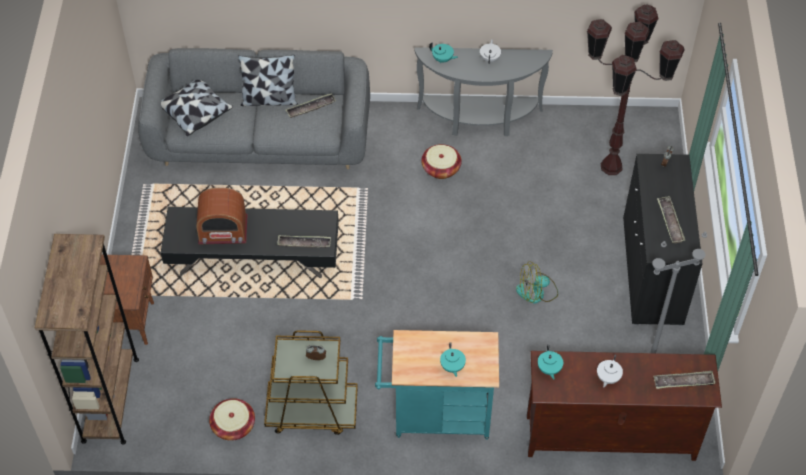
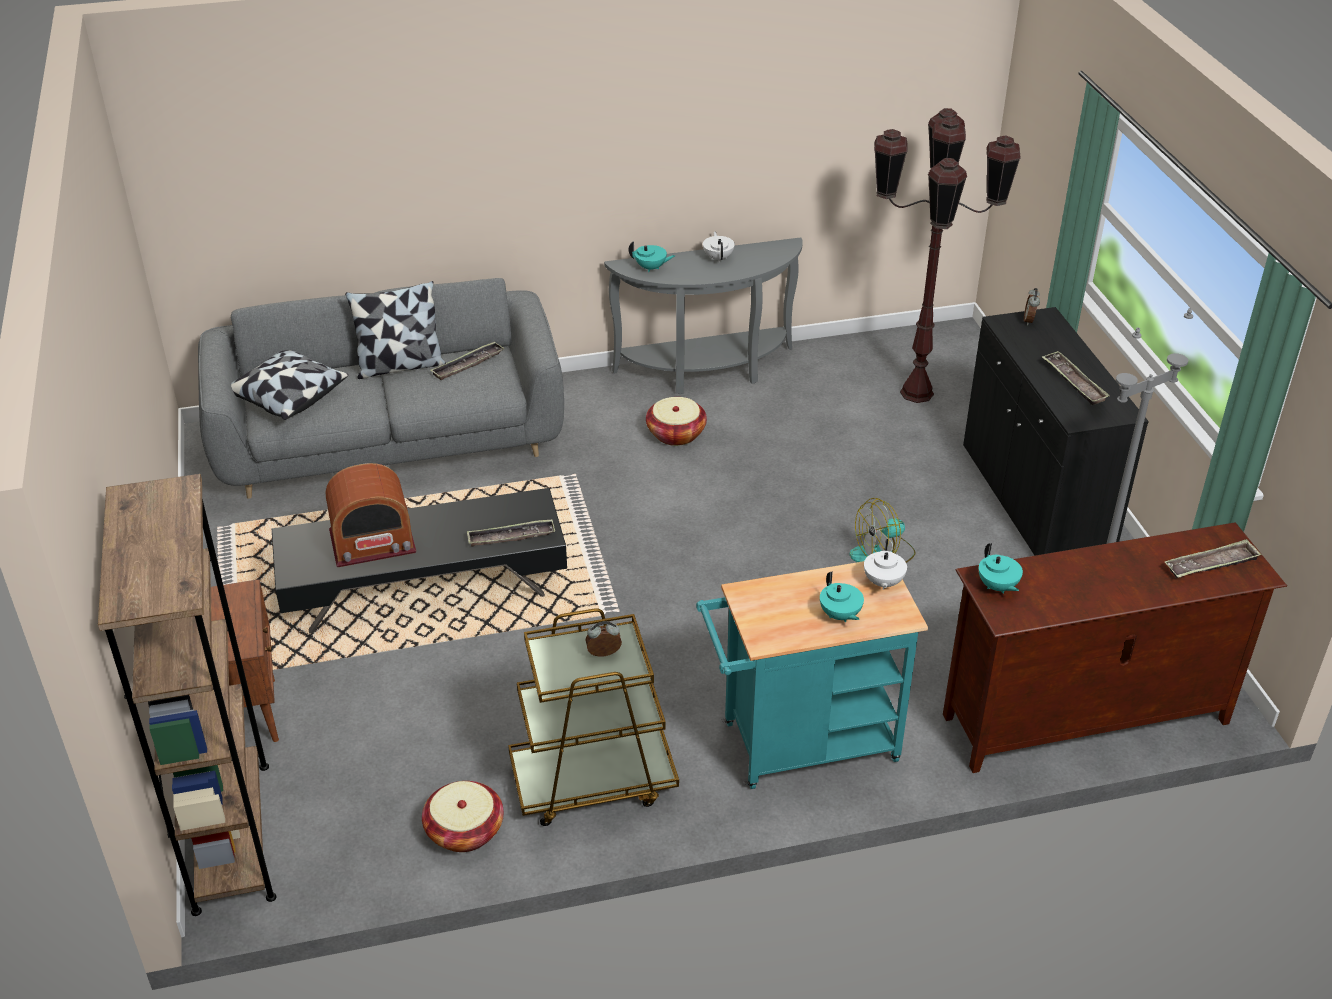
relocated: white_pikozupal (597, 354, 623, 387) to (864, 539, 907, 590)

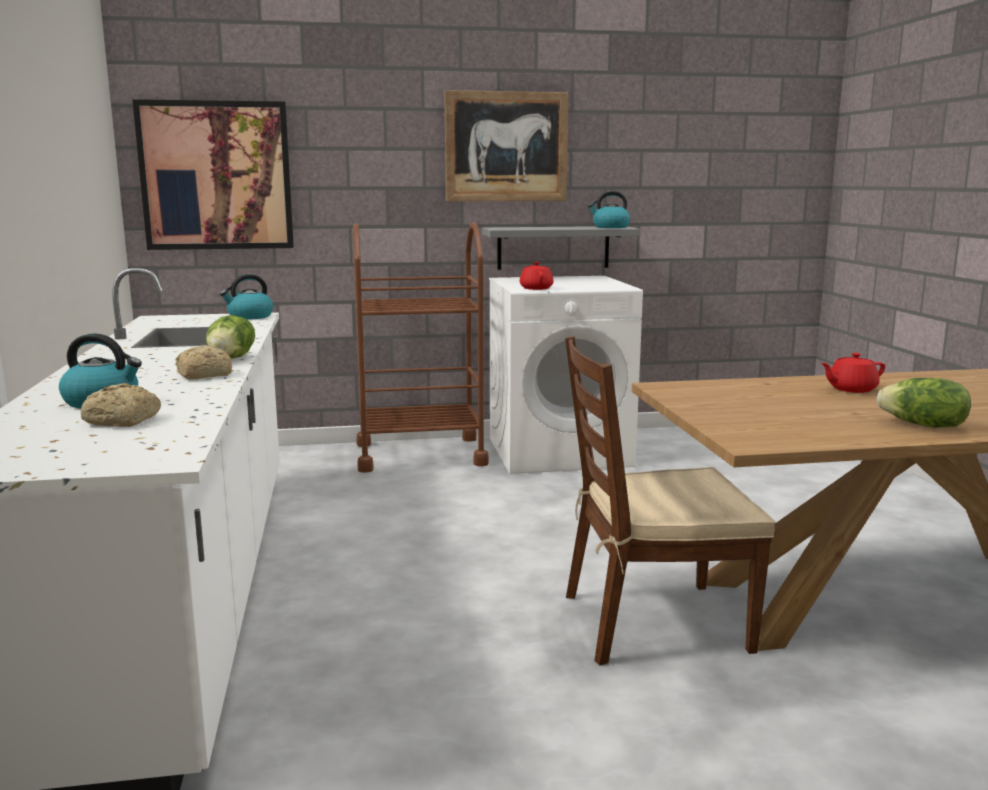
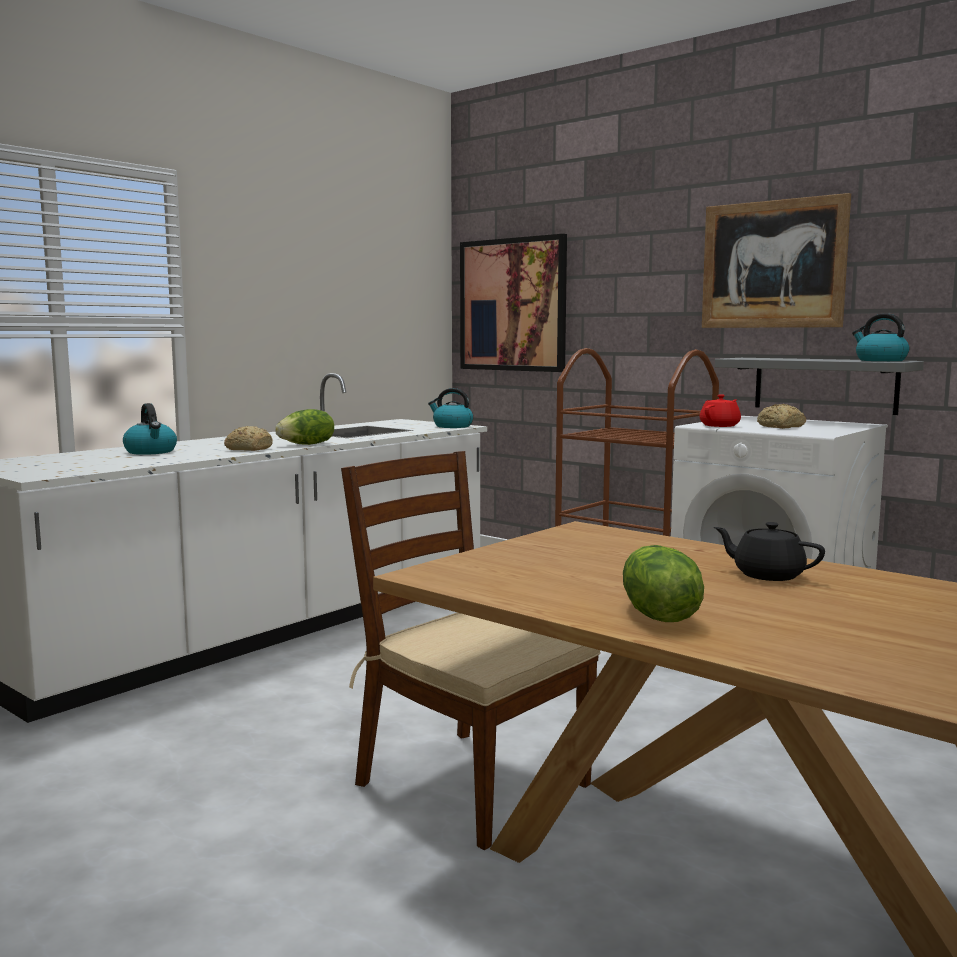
relocated: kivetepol (81, 383, 161, 427) to (757, 404, 806, 429)
colour: red_pikozupal (821, 353, 885, 393) to black_pikozupal (714, 522, 825, 581)

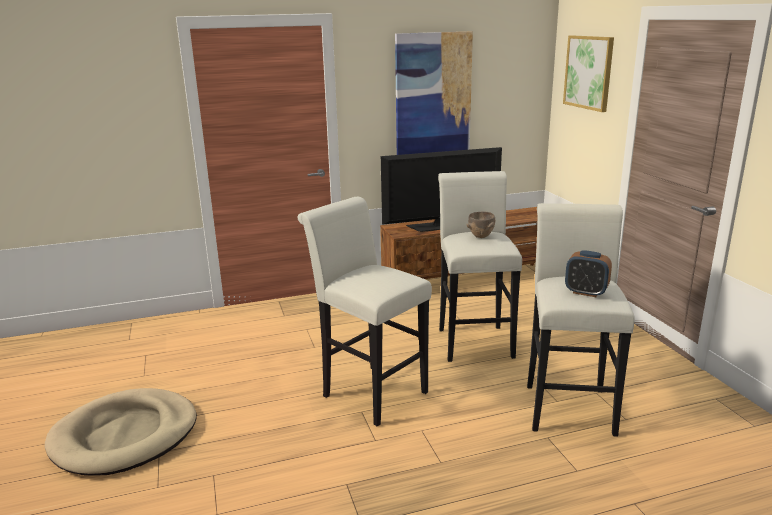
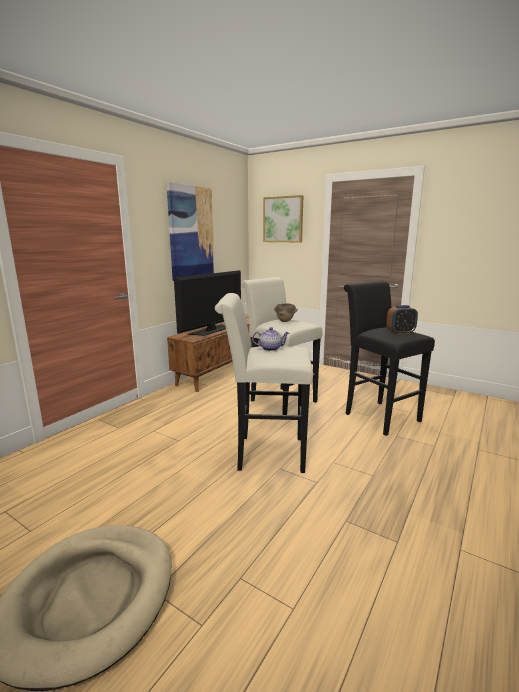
appeared: pikozupal (252, 327, 289, 351)
colour: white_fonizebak (527, 203, 635, 437) to black_fonizebak (344, 281, 435, 436)

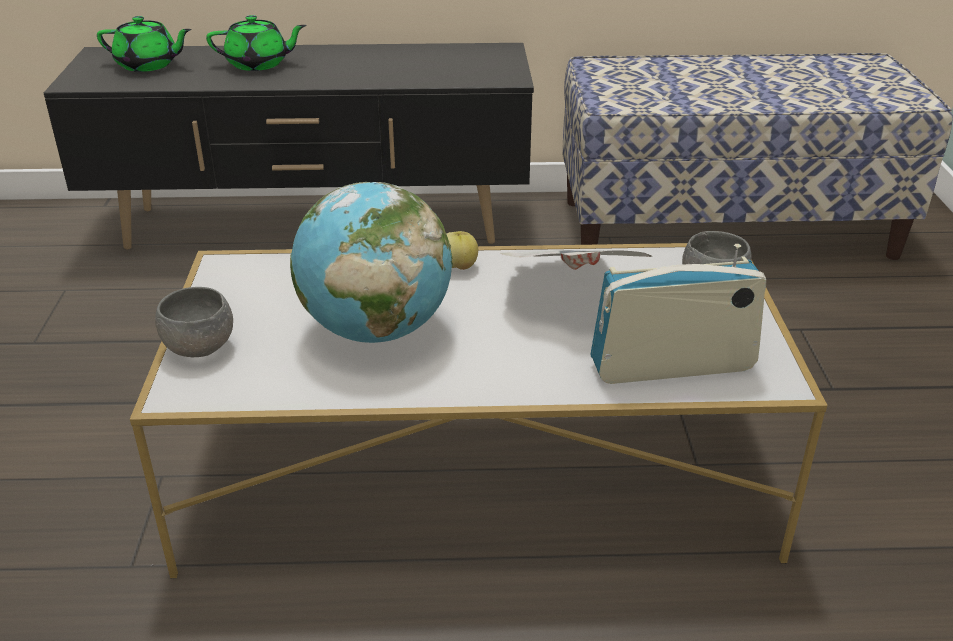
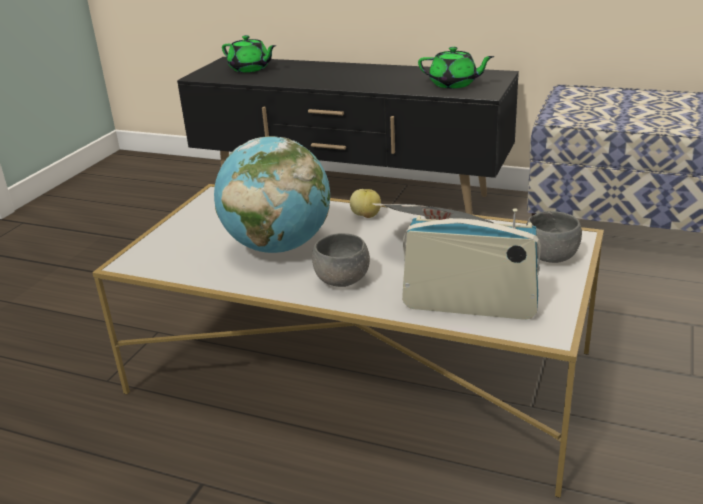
relocated: green_pikozupal (206, 15, 306, 71) to (418, 47, 494, 88); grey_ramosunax (155, 287, 233, 357) to (312, 233, 370, 287)

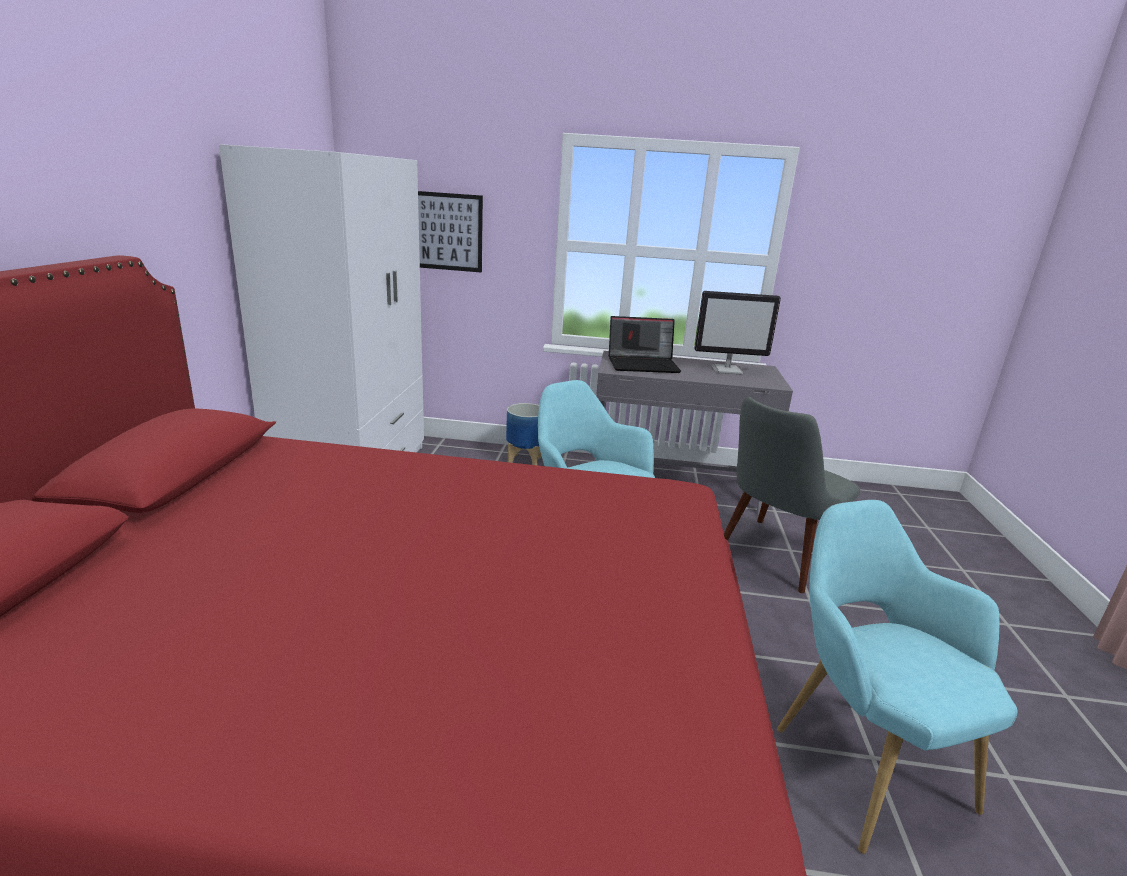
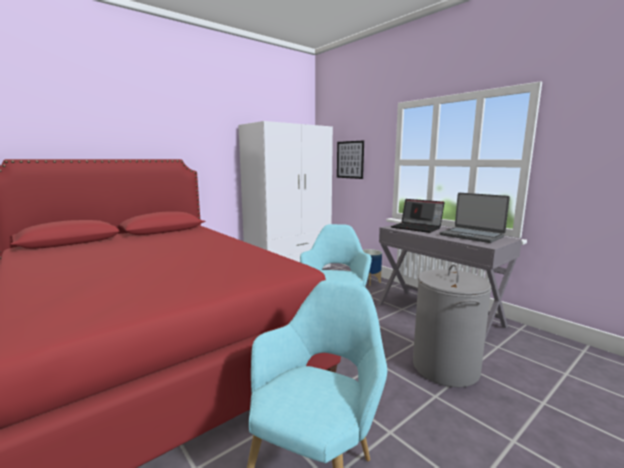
exchanged: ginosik (694, 291, 781, 375) to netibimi (440, 193, 510, 243); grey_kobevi (724, 397, 860, 593) to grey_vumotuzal (413, 264, 492, 387)

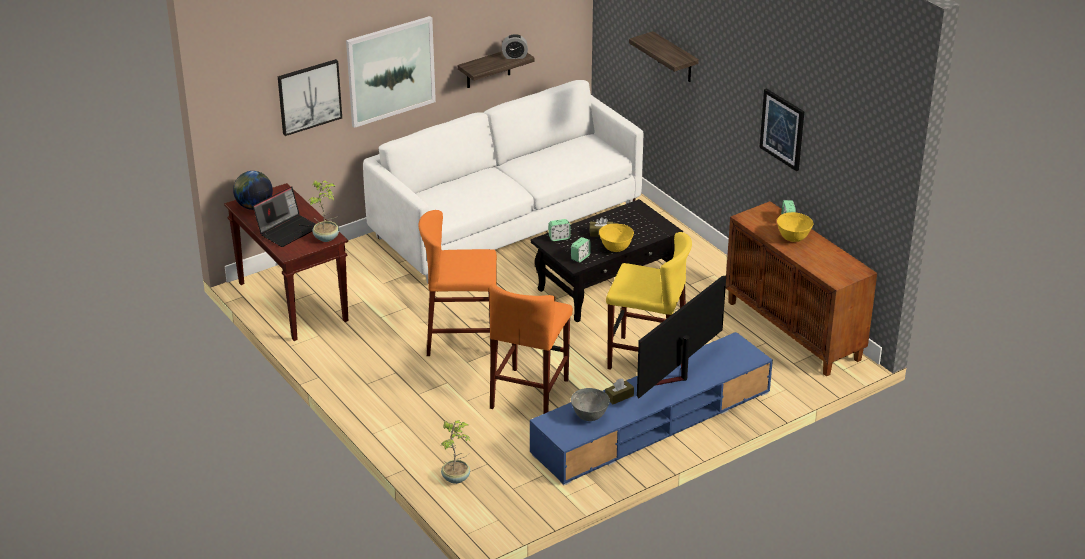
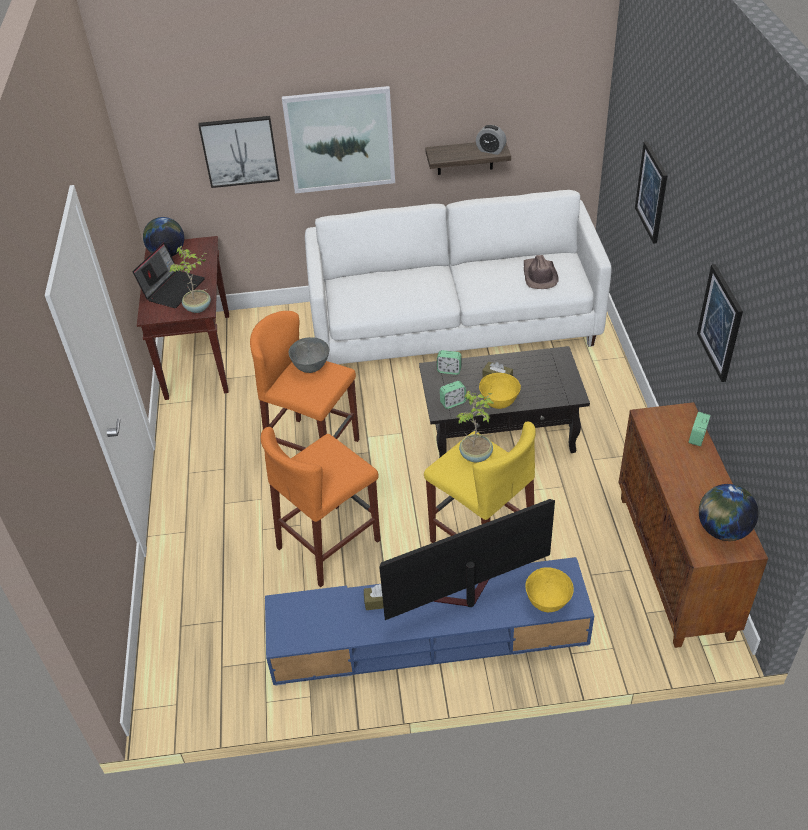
appeared: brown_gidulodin (524, 255, 558, 289); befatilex (699, 484, 759, 541)
relocated: yellow_ramosunax (777, 212, 813, 242) to (525, 567, 574, 612); grey_ramosunax (571, 388, 610, 421) to (289, 337, 329, 373); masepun (441, 420, 471, 484) to (456, 390, 495, 462)
exchanged: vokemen (629, 31, 699, 82) to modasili (635, 141, 668, 244)
spun: netibimi (253, 186, 316, 247) = (133, 243, 205, 308) 45 degrees counterclockwise

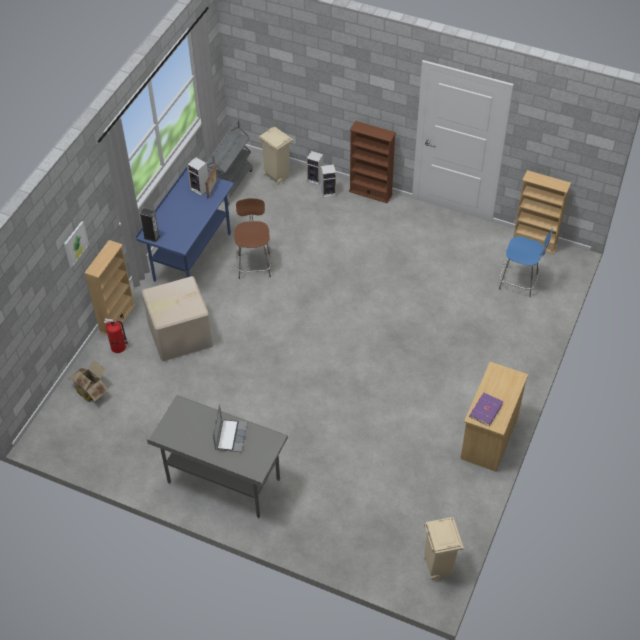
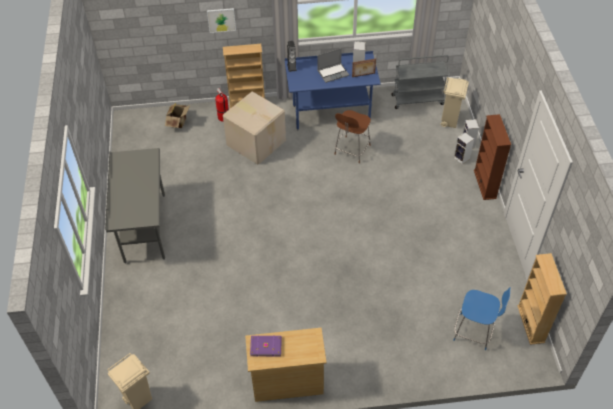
relocated: netibimi (213, 404, 247, 452) to (317, 48, 349, 83)
spun: brown_kobevi (234, 198, 271, 279) = (335, 110, 371, 163) 150 degrees clockwise; blue_kobevi (499, 229, 552, 297) = (453, 287, 511, 350) 60 degrees counterclockwise

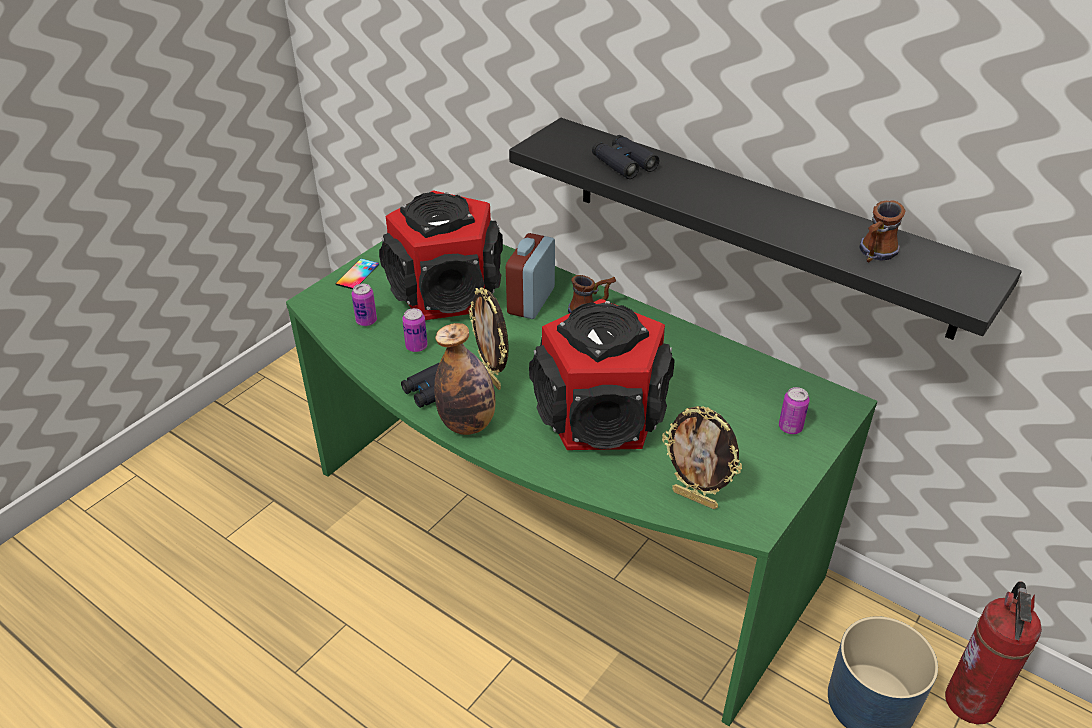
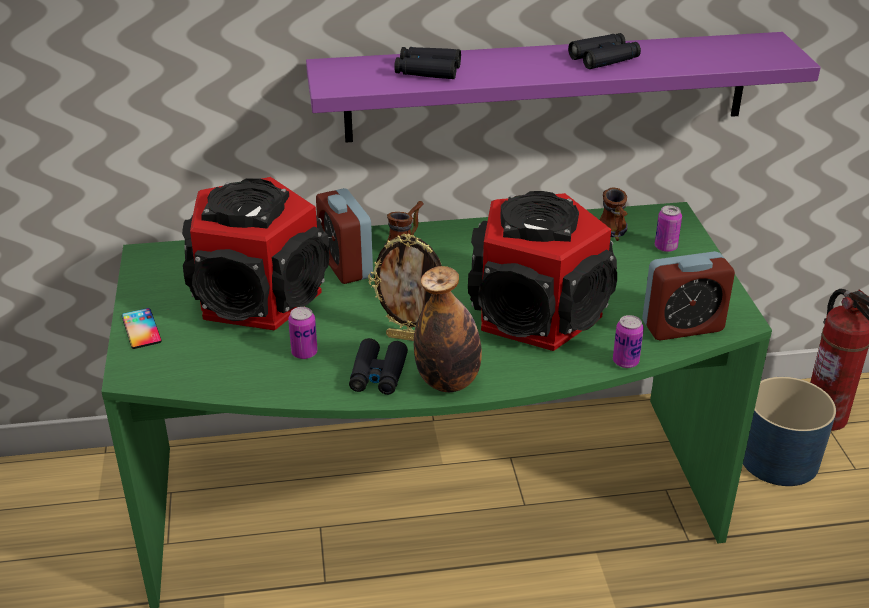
appeared: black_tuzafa (568, 33, 641, 69)
relocated: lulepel (860, 200, 906, 262) to (599, 187, 628, 241); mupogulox (351, 283, 377, 326) to (613, 315, 644, 368)
exchanged: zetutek (662, 406, 742, 509) to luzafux (642, 251, 735, 340)
colour: black_vokemen (509, 118, 1022, 340) to purple_vokemen (306, 32, 821, 142)

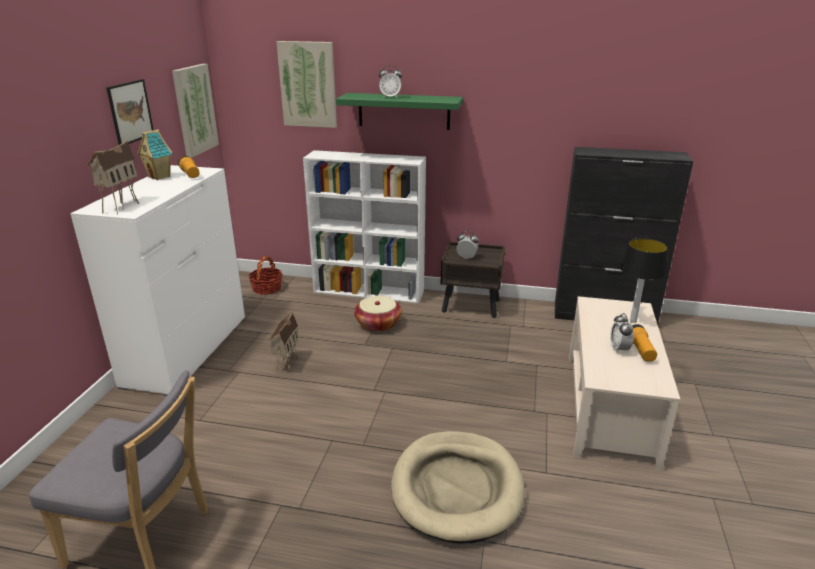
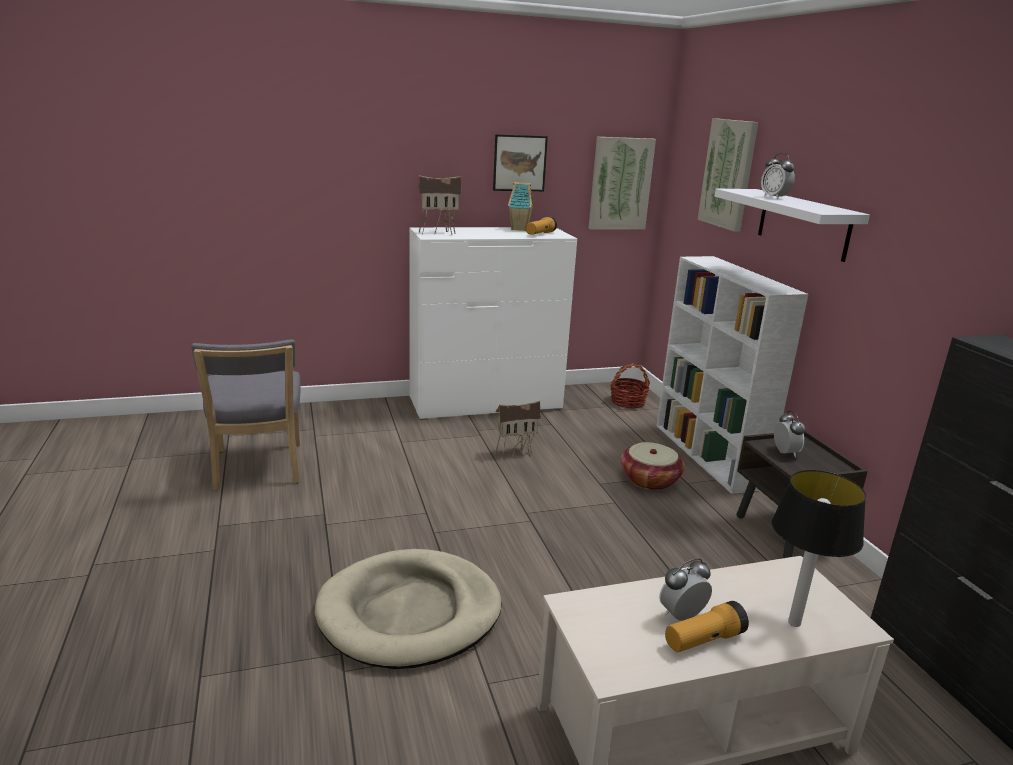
colour: green_vokemen (336, 93, 463, 130) to white_vokemen (715, 189, 870, 262)

